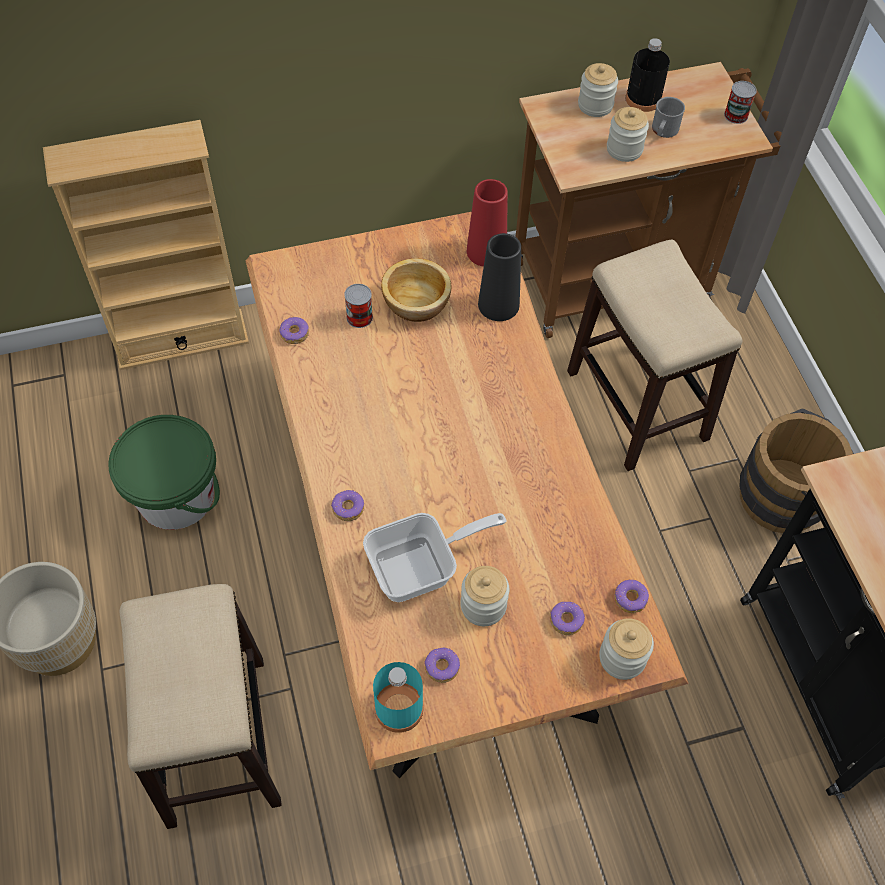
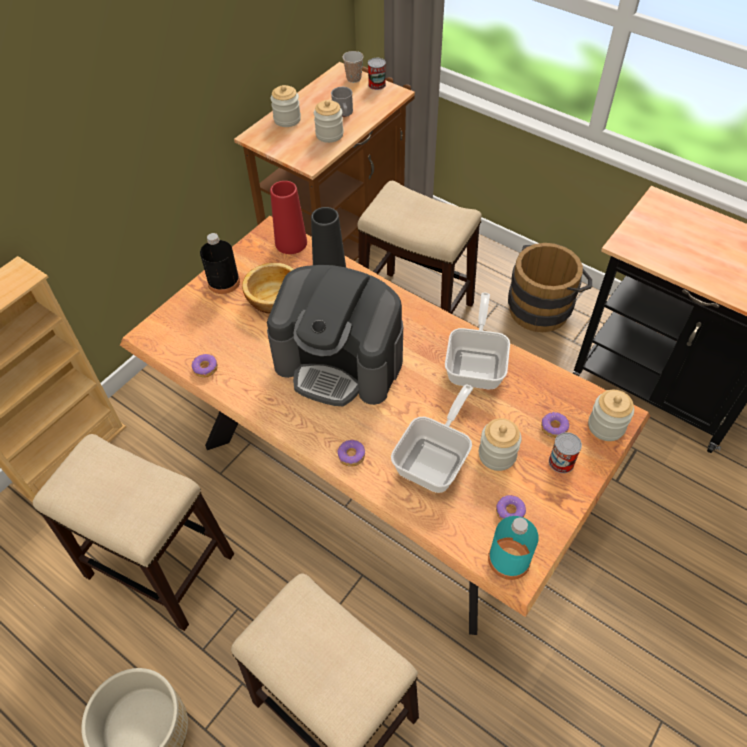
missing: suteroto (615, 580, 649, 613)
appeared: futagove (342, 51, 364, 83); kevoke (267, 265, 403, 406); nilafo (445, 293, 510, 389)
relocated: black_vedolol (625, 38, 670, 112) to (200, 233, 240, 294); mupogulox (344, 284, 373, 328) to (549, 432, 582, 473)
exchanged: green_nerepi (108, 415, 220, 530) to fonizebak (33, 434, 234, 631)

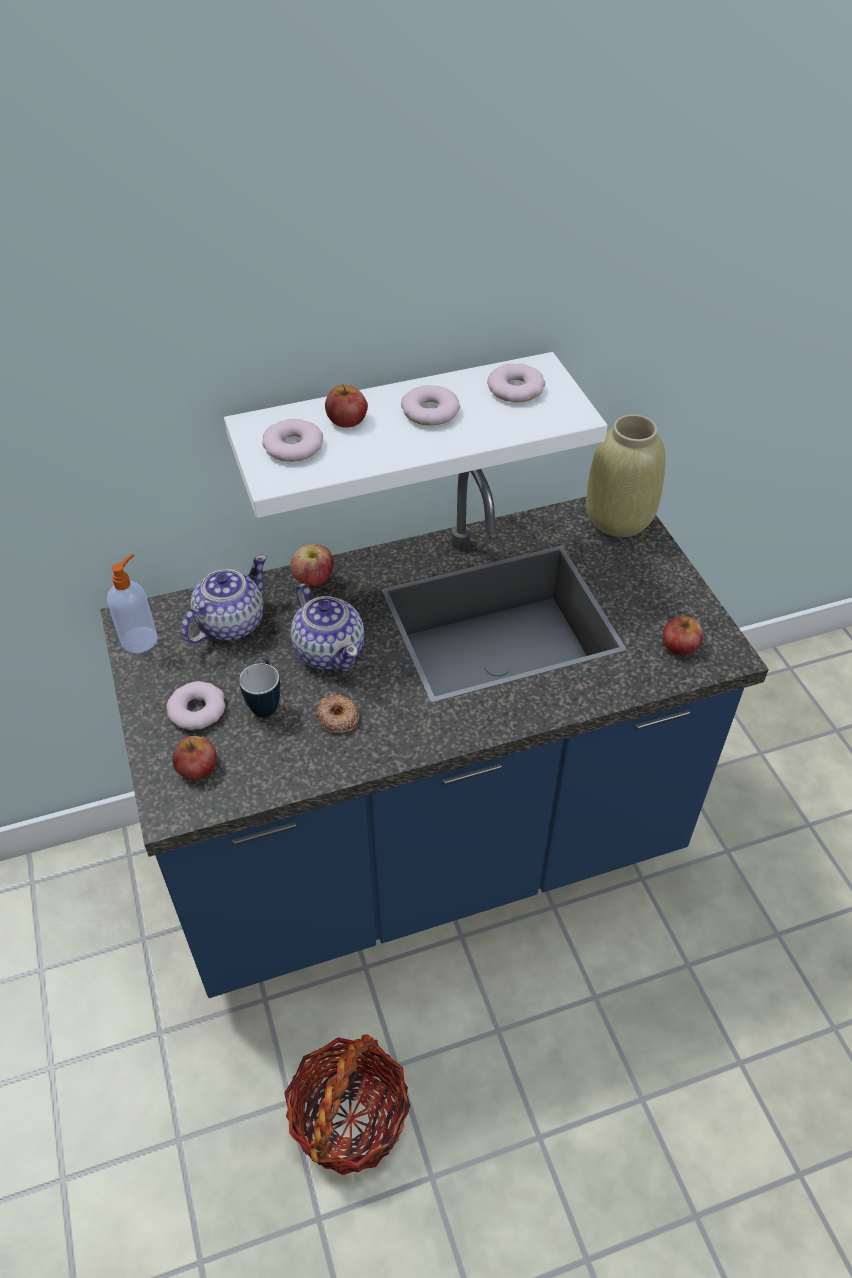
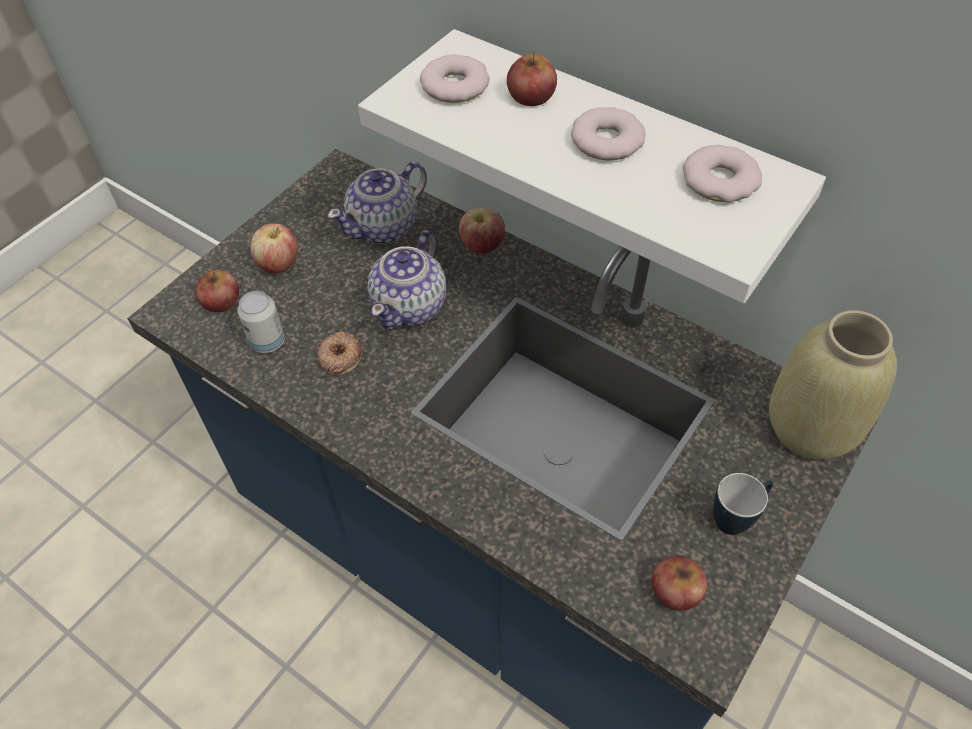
missing: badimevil (107, 554, 158, 653); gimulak (284, 1034, 410, 1175)
appeared: mupogulox (238, 291, 285, 353)
relocated: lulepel (239, 659, 280, 718) to (713, 473, 773, 535)
exchanged: suteroto (166, 681, 225, 730) to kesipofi (250, 223, 297, 274)
spun: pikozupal (181, 554, 267, 643) = (328, 162, 427, 244) 135 degrees clockwise

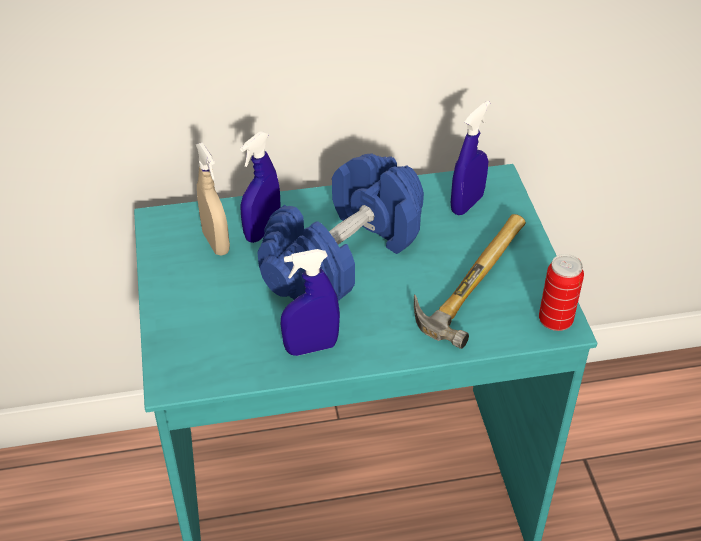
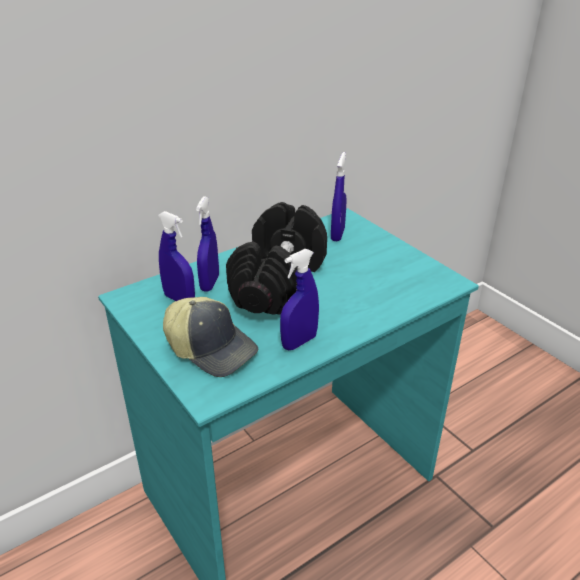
missing: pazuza (414, 214, 526, 349); mupogulox (539, 254, 584, 331)
appeared: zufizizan (163, 297, 258, 377)
colour: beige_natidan (196, 143, 230, 256) to blue_natidan (158, 211, 195, 301); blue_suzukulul (257, 153, 424, 301) to black_suzukulul (226, 202, 327, 315)

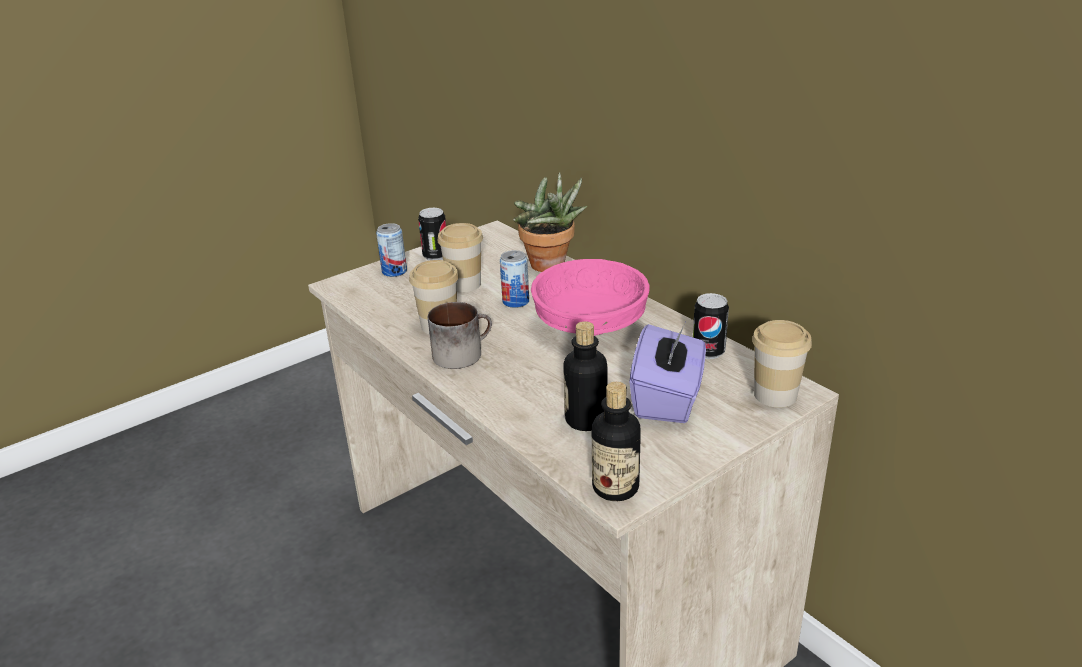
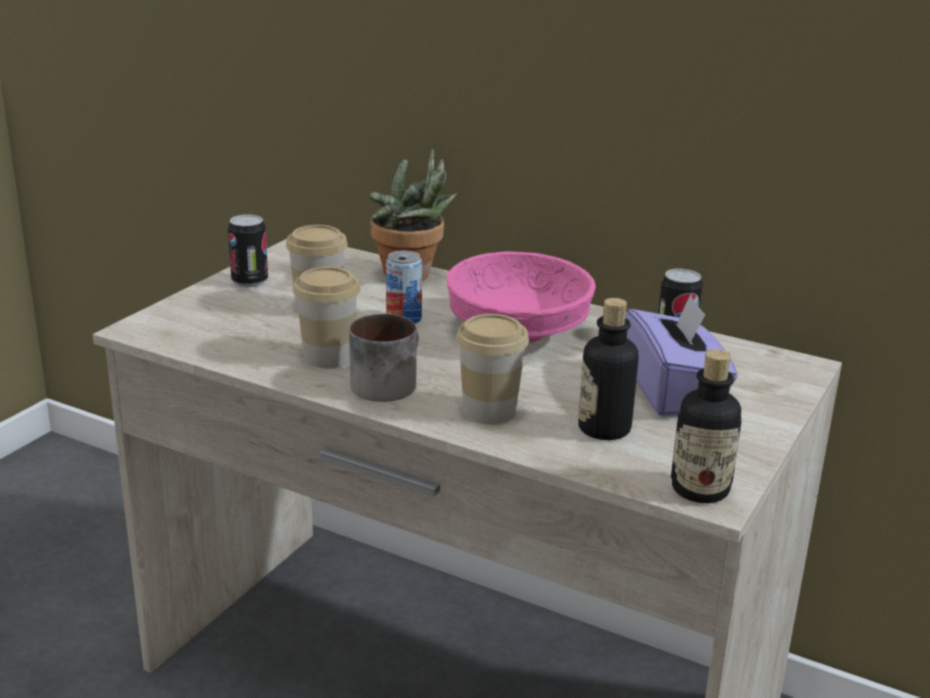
missing: mupogulox (376, 223, 407, 277)
relocated: futagove (752, 320, 812, 408) to (456, 314, 529, 425)

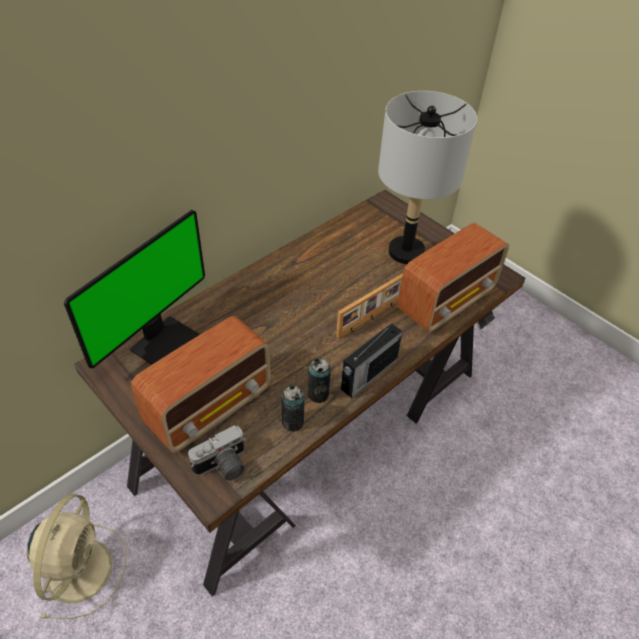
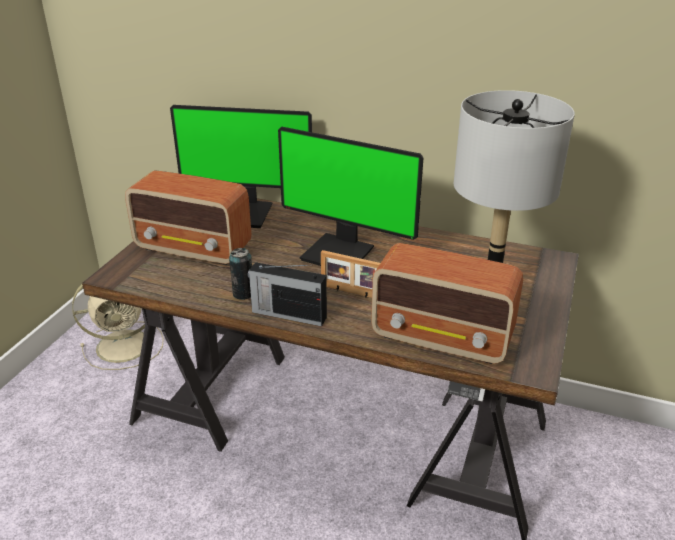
missing: mupogulox (282, 385, 304, 432); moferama (188, 425, 246, 481)
appeared: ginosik (278, 127, 424, 266)

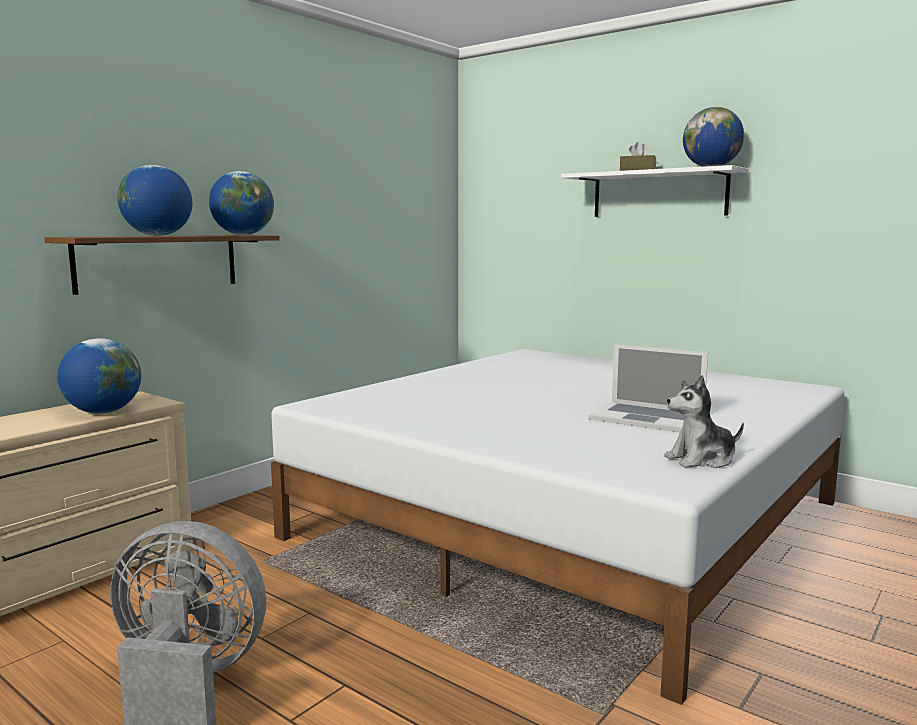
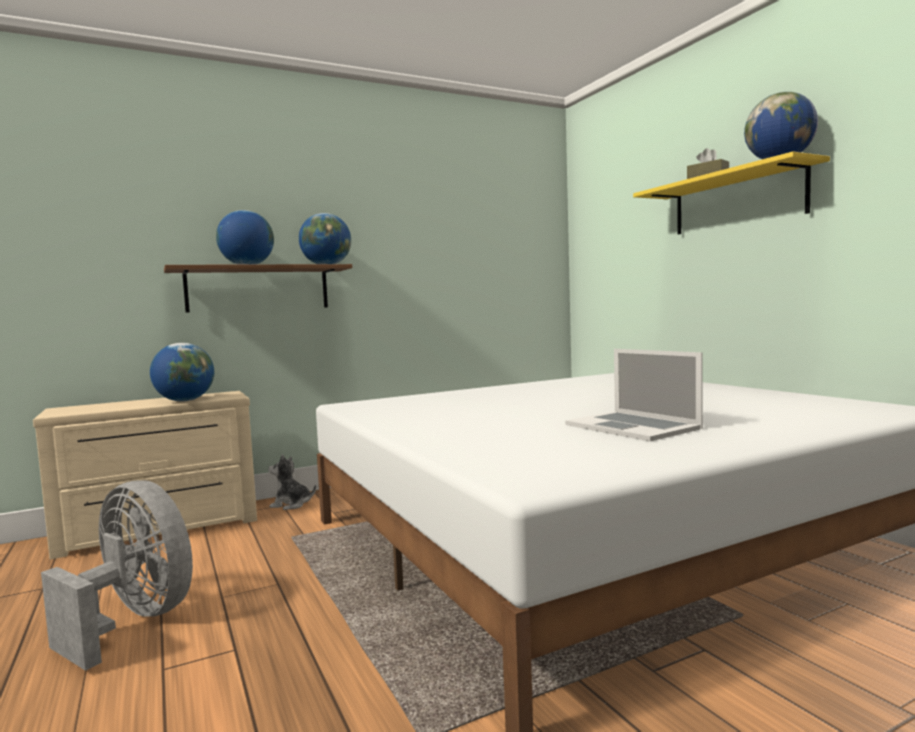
relocated: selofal (664, 375, 744, 468) to (268, 454, 316, 510)
colour: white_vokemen (561, 165, 749, 217) to yellow_vokemen (633, 152, 830, 235)

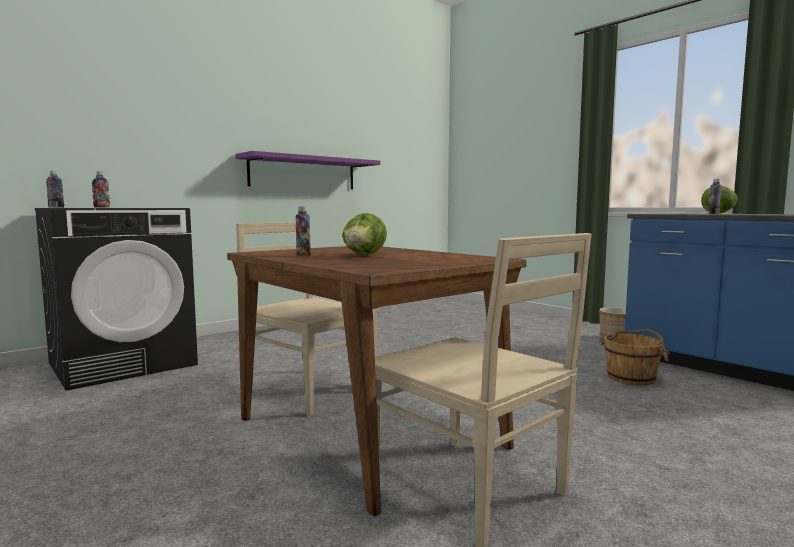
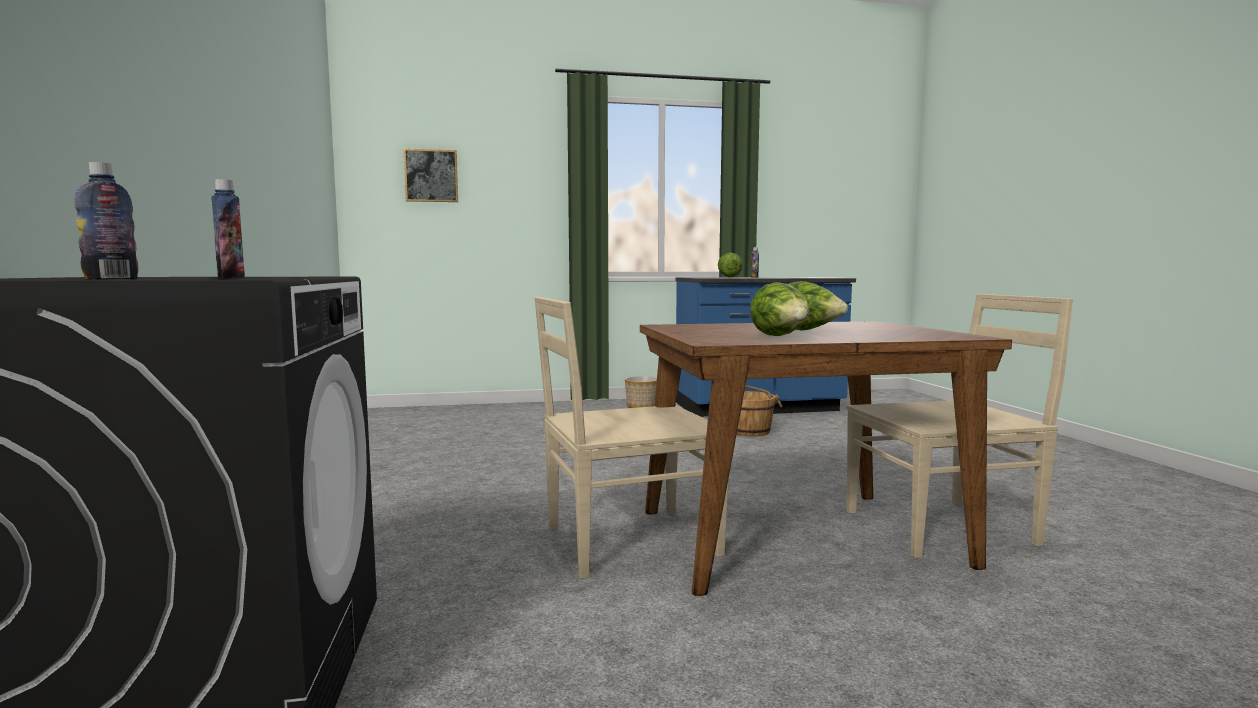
missing: purple_vokemen (235, 151, 380, 189)
appeared: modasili (404, 149, 458, 202)
exchanged: vedolol (296, 206, 311, 256) to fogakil (750, 282, 810, 336)

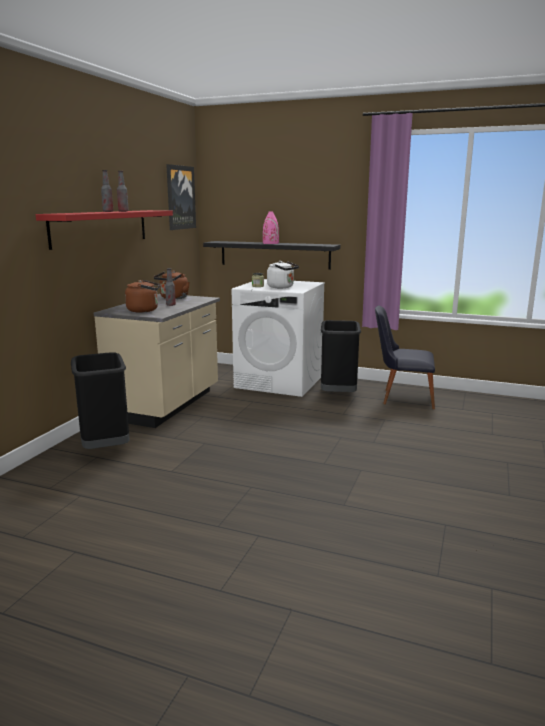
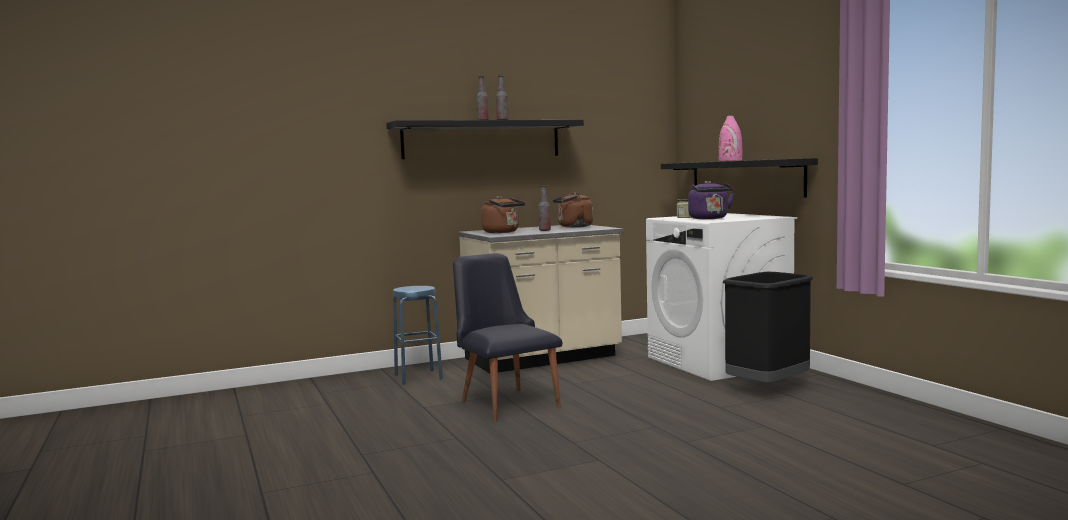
missing: modasili (166, 164, 196, 230)
relocated: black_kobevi (375, 305, 435, 409) to (453, 253, 562, 422)
exchanged: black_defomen (71, 352, 130, 449) to blue_fonizebak (393, 286, 443, 385)
colour: red_vokemen (35, 210, 173, 250) to black_vokemen (386, 120, 584, 159); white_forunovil (267, 261, 299, 288) to purple_forunovil (688, 181, 734, 219)

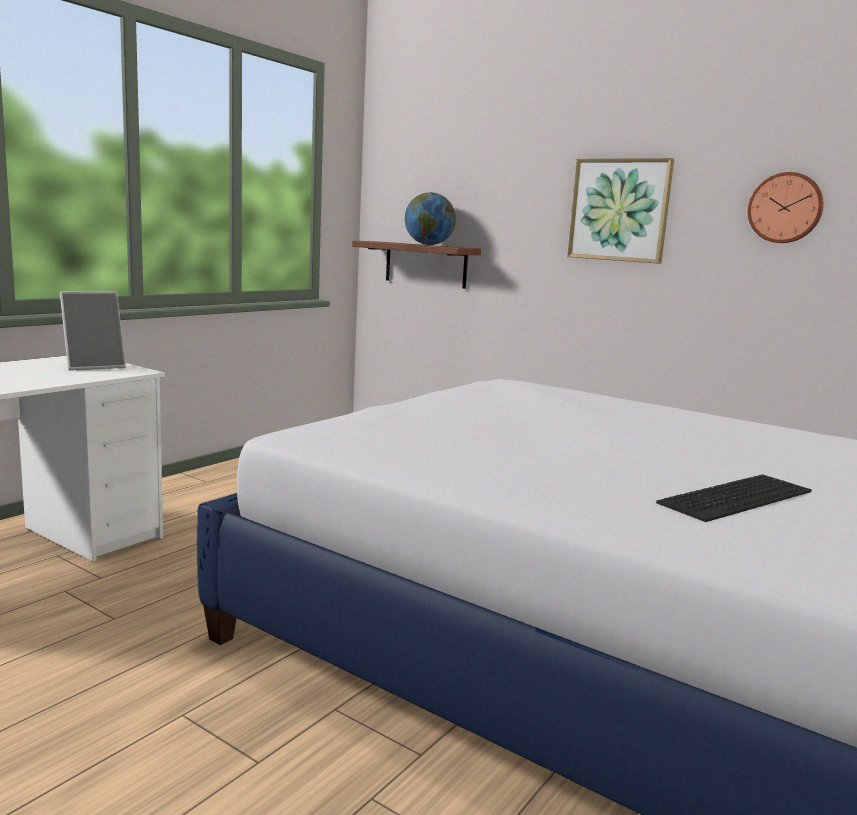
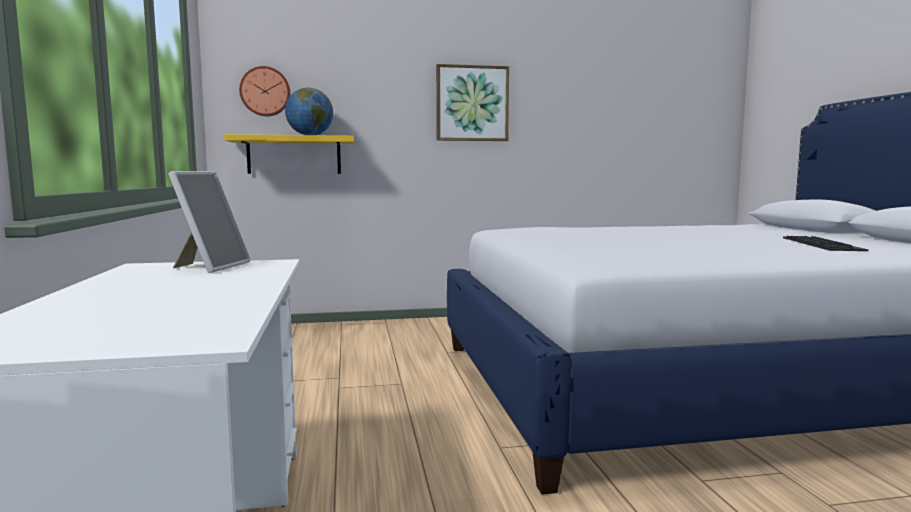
relocated: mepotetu (748, 172, 824, 243) to (239, 66, 290, 116)
colour: brown_vokemen (352, 241, 481, 289) to yellow_vokemen (224, 134, 354, 174)

